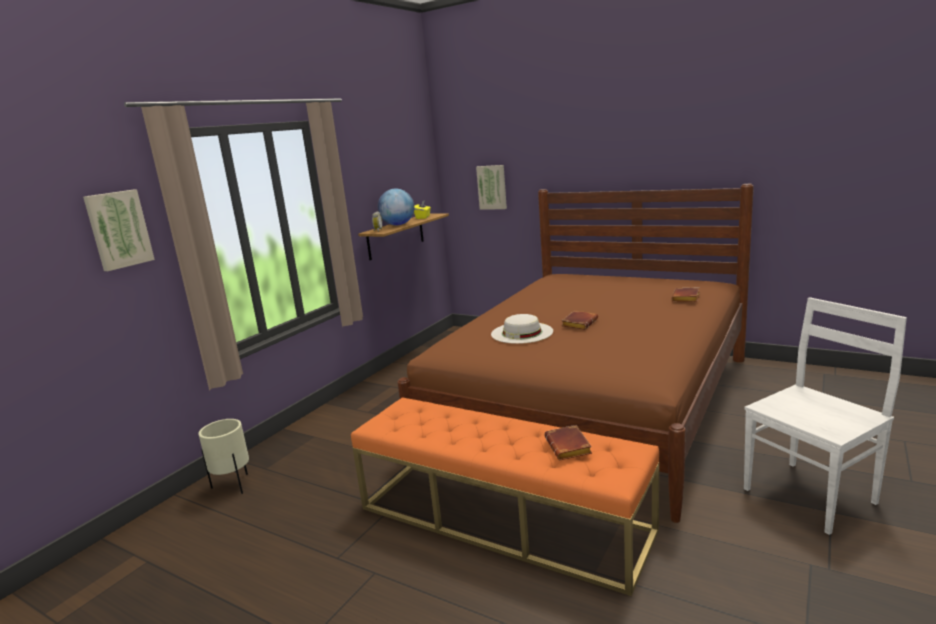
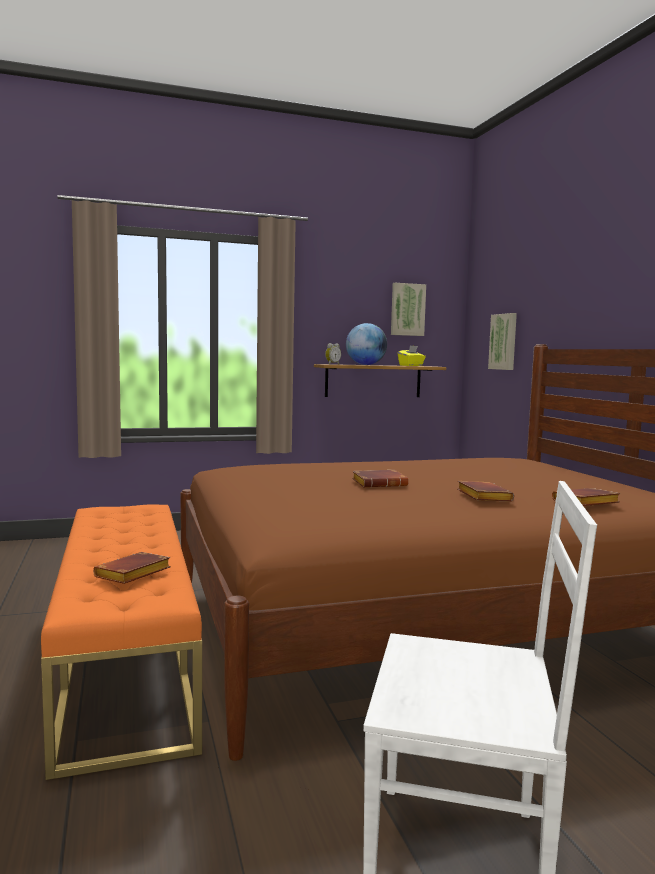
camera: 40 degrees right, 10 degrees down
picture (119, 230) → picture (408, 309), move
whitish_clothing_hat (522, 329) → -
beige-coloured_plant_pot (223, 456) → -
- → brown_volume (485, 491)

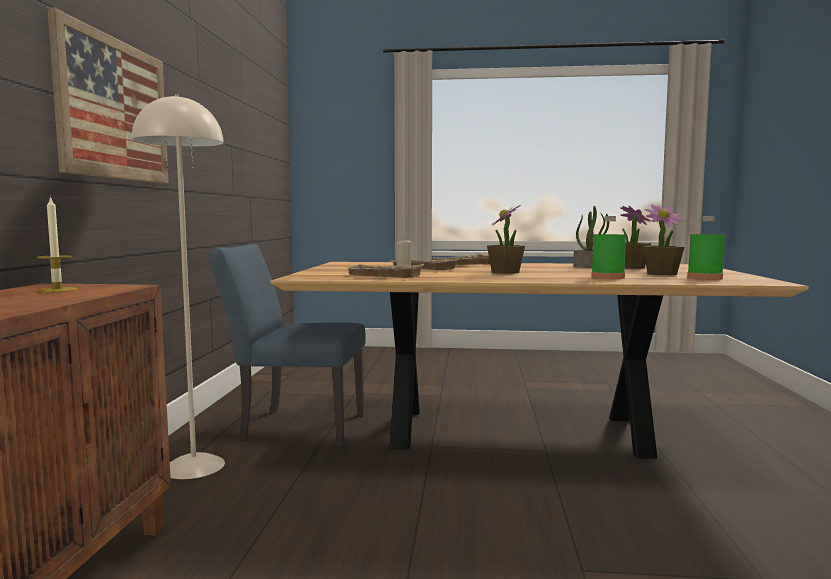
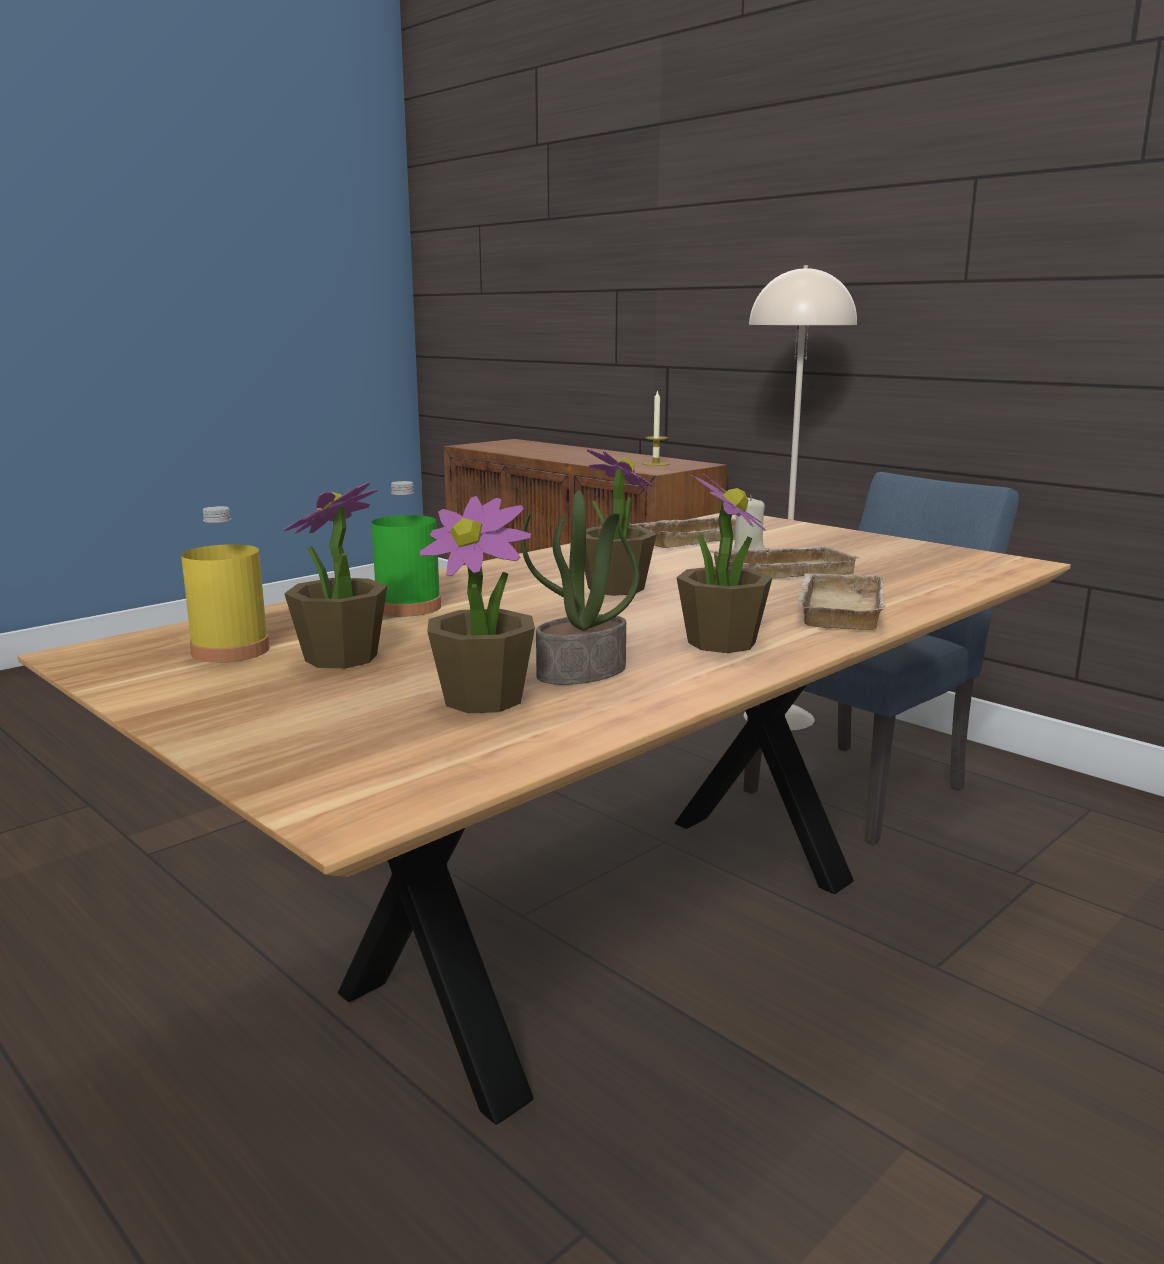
camera: 130 degrees right, 10 degrees up
picture (108, 95) → -
green_beverage_bottle (706, 248) → yellow-coloured_beverage_bottle (225, 584)
- → houseplant (724, 563)

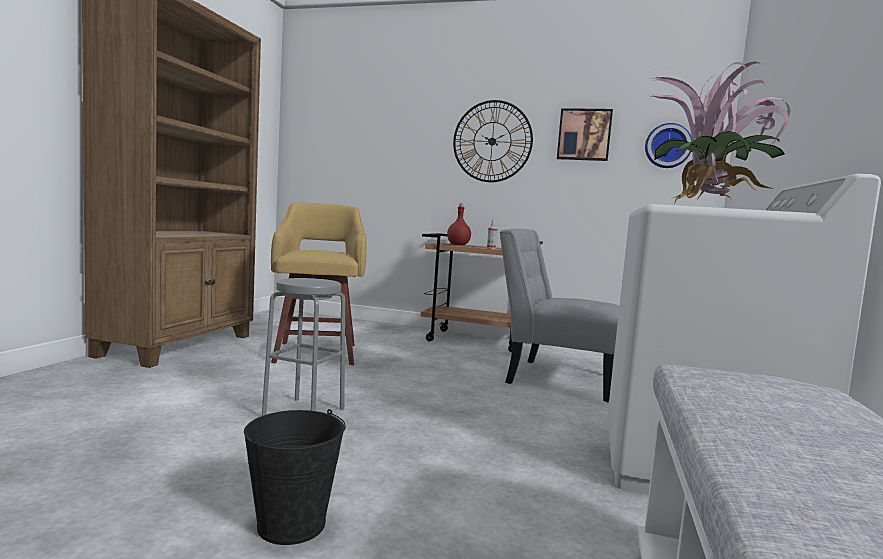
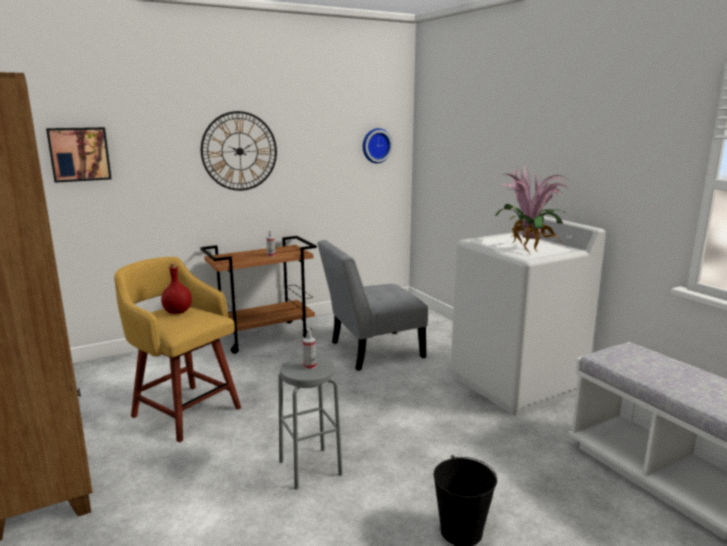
camera: 45 degrees left, 10 degrees up
picture (585, 134) → picture (79, 155), move
reddish_beverage_bottle (459, 224) → reddish_beverage_bottle (176, 288), move
- → sprayer (309, 349)

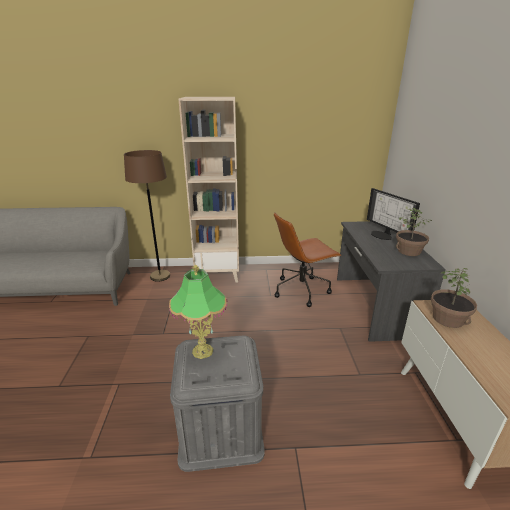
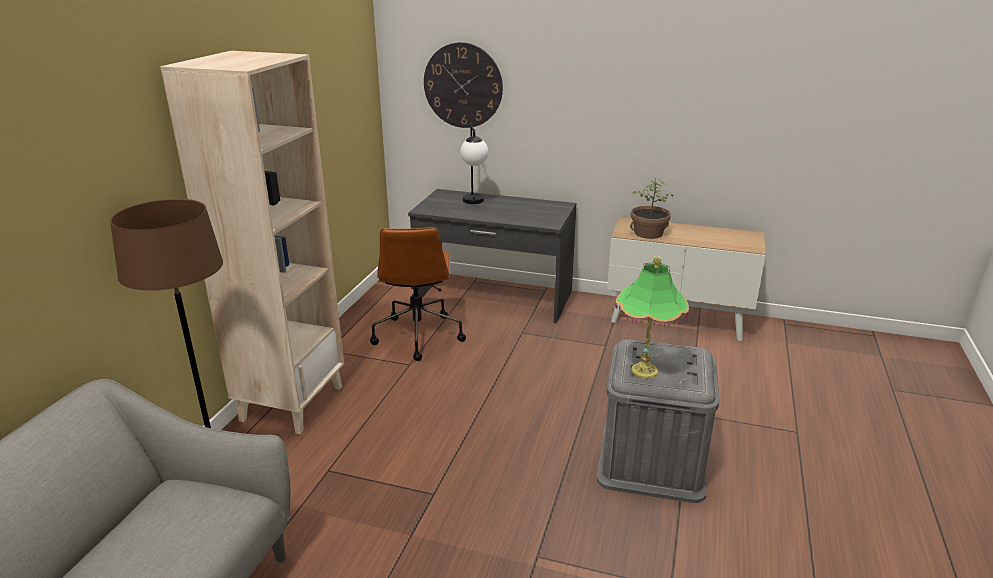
camera: 70 degrees left, 0 degrees up
computer_display (393, 214) → tabletop_lamp (474, 163)
houseplant (414, 232) → -
- → clock_on_the_wall (463, 85)

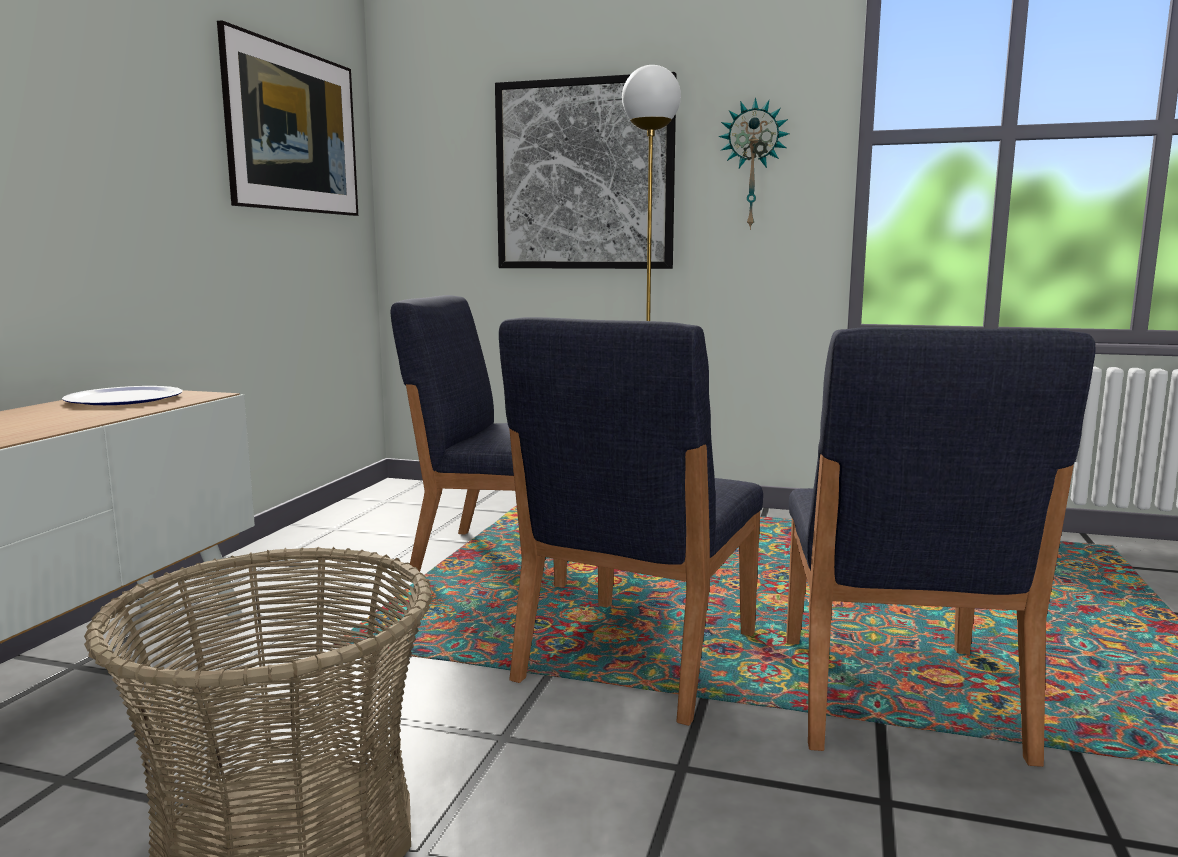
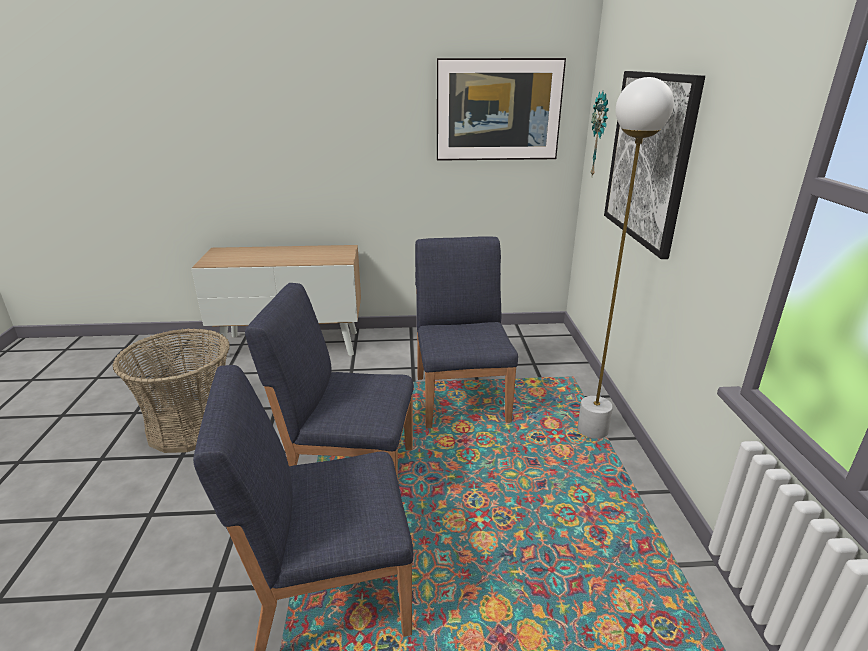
camera: 70 degrees right, 15 degrees up
clock_on_the_wall (753, 163) → clock_on_the_wall (599, 133), move
flat_dish (122, 395) → -

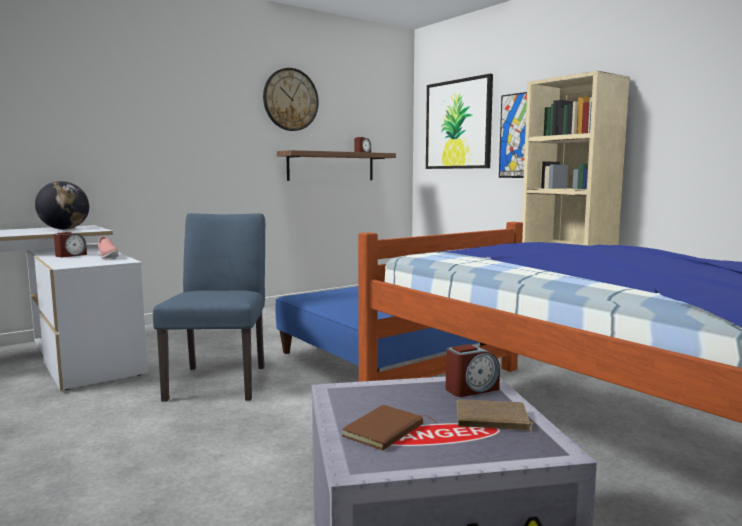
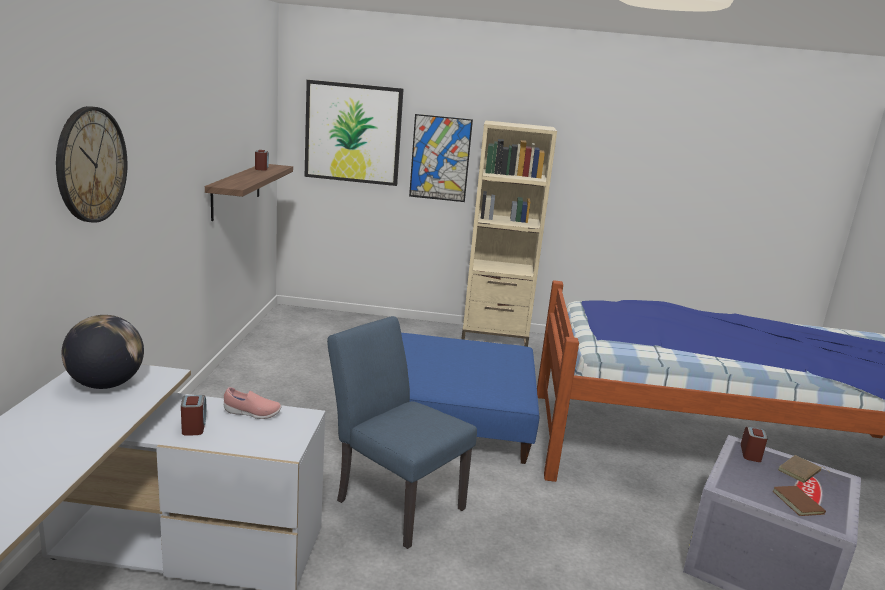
camera: 50 degrees left, 10 degrees up
clock_on_the_wall (291, 99) → clock_on_the_wall (91, 164), move

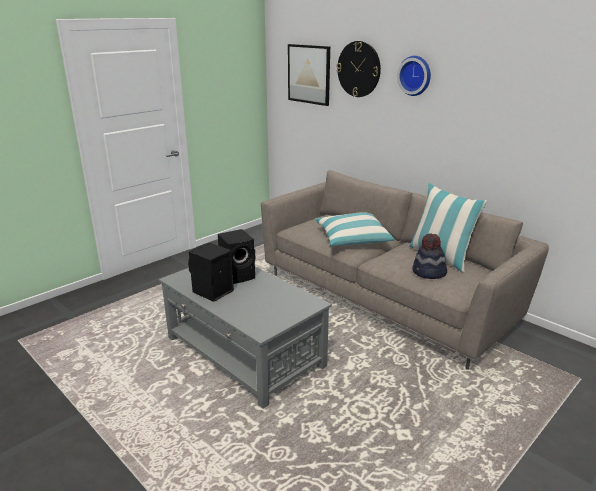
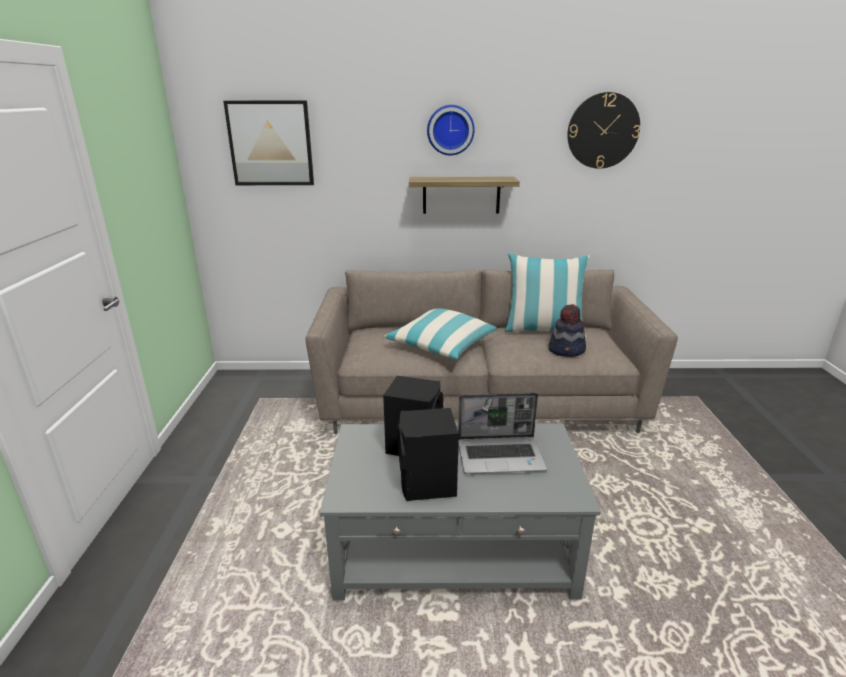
camera: 45 degrees left, 0 degrees up
clock_on_the_wall (359, 69) → clock_on_the_wall (603, 130), move
- → shelf (464, 195)
- → laptop (502, 433)

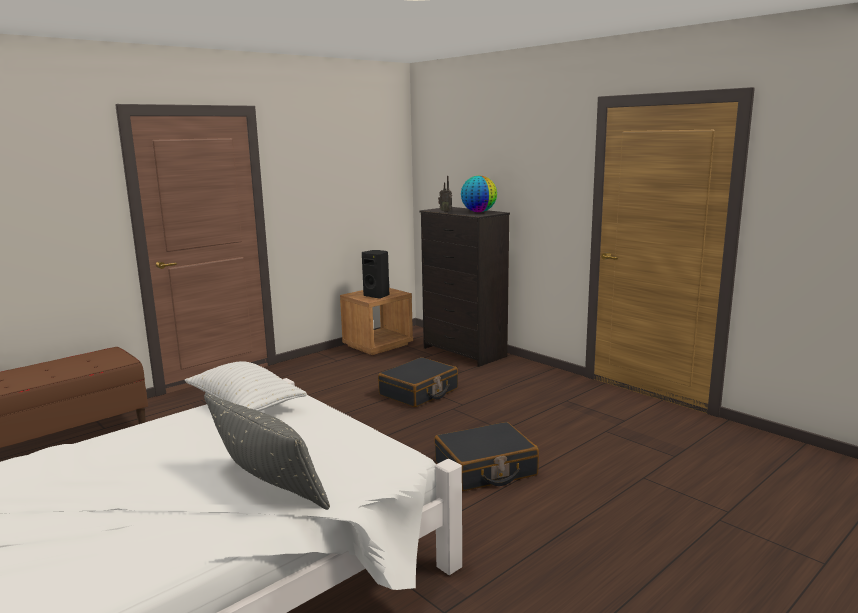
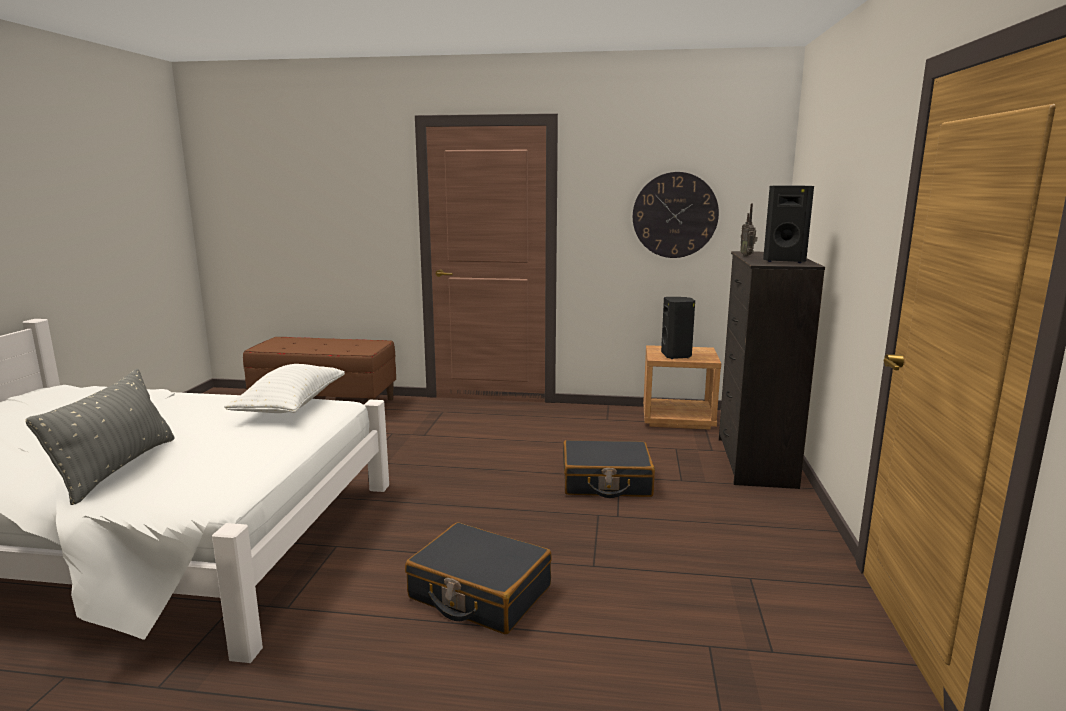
camera: 50 degrees right, 0 degrees up
desk_globe (479, 194) → black_loudspeaker (788, 224)
- → clock_on_the_wall (676, 215)

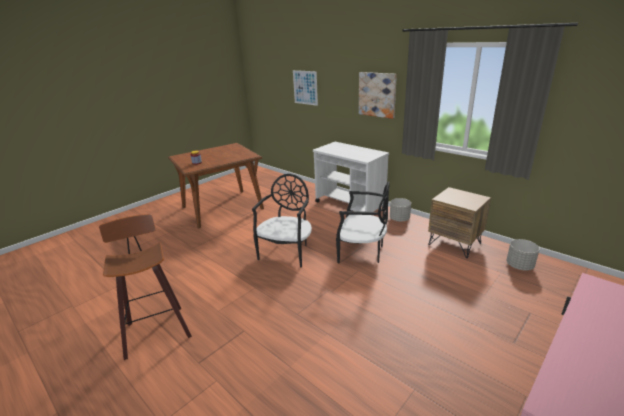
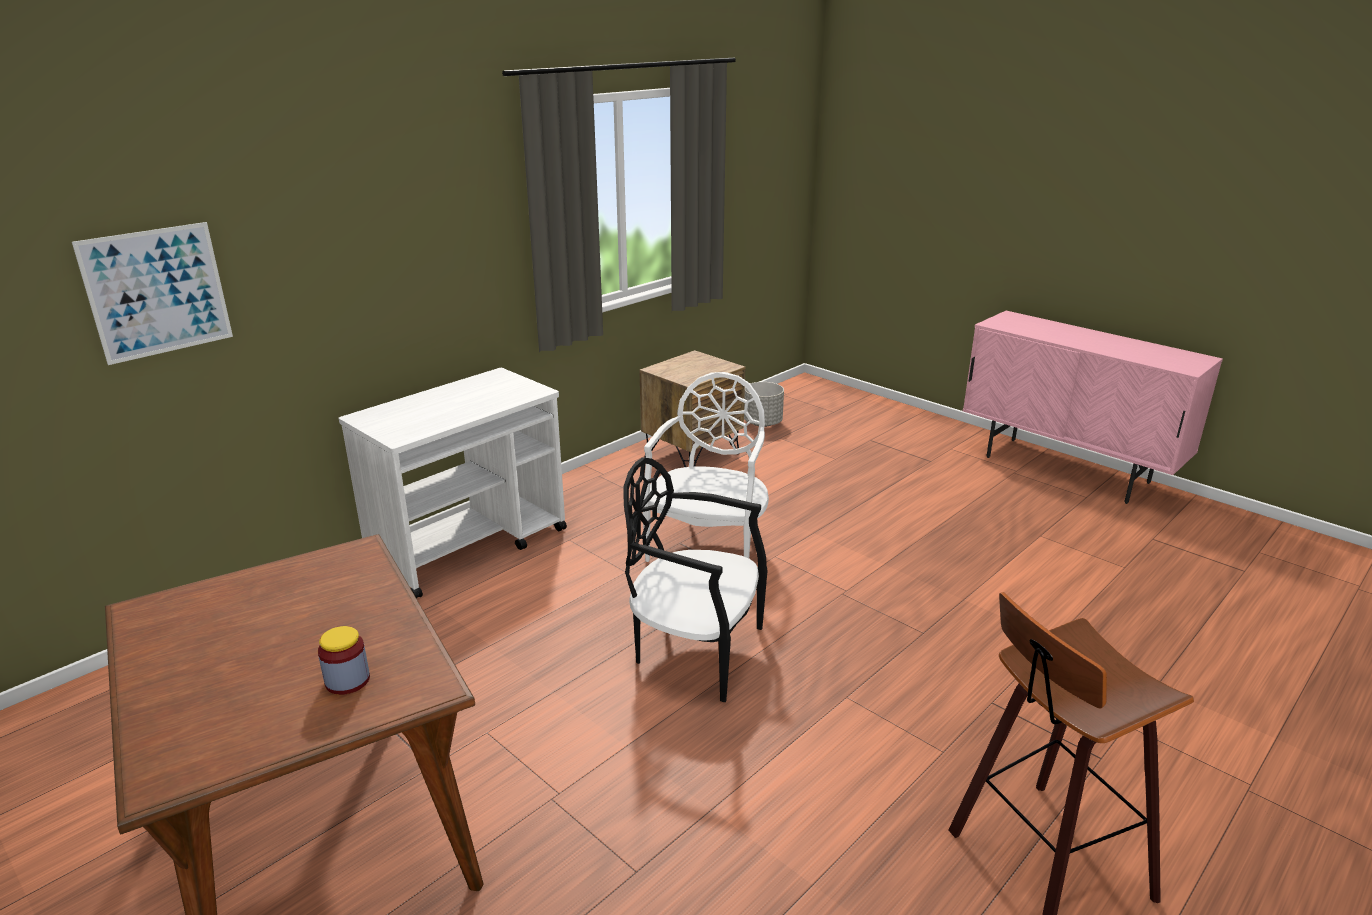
camera: 90 degrees left, 0 degrees up
picture (378, 95) → -
black_upright_chair (363, 222) → whitish_upright_chair (705, 467)
grey_plant_pot (400, 210) → -

